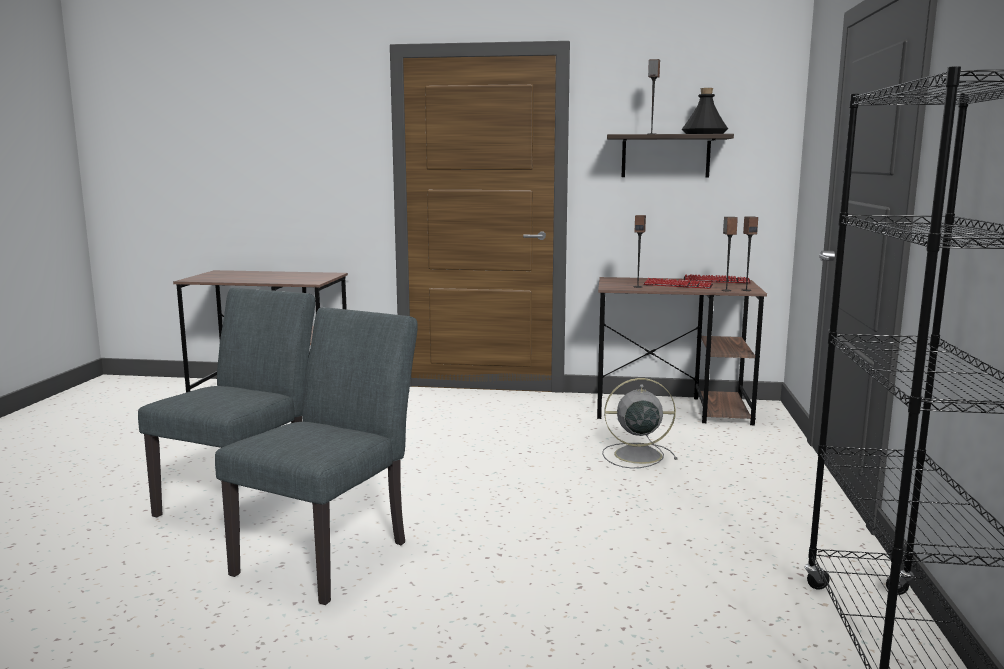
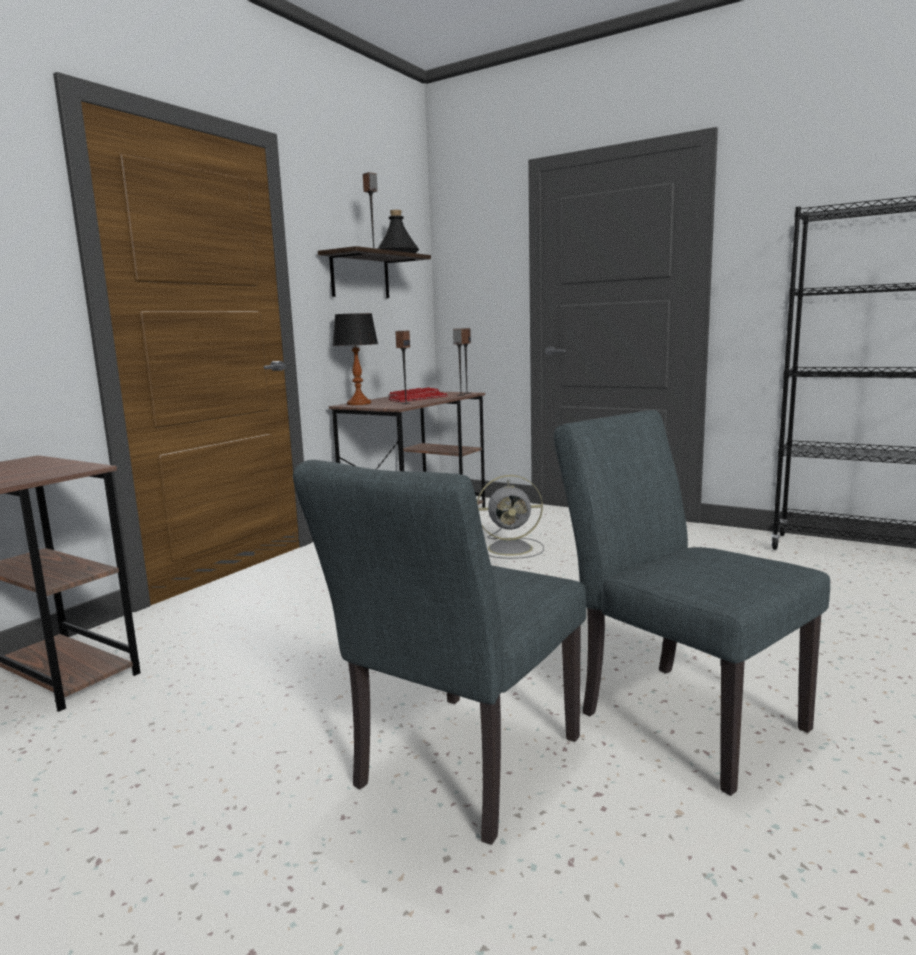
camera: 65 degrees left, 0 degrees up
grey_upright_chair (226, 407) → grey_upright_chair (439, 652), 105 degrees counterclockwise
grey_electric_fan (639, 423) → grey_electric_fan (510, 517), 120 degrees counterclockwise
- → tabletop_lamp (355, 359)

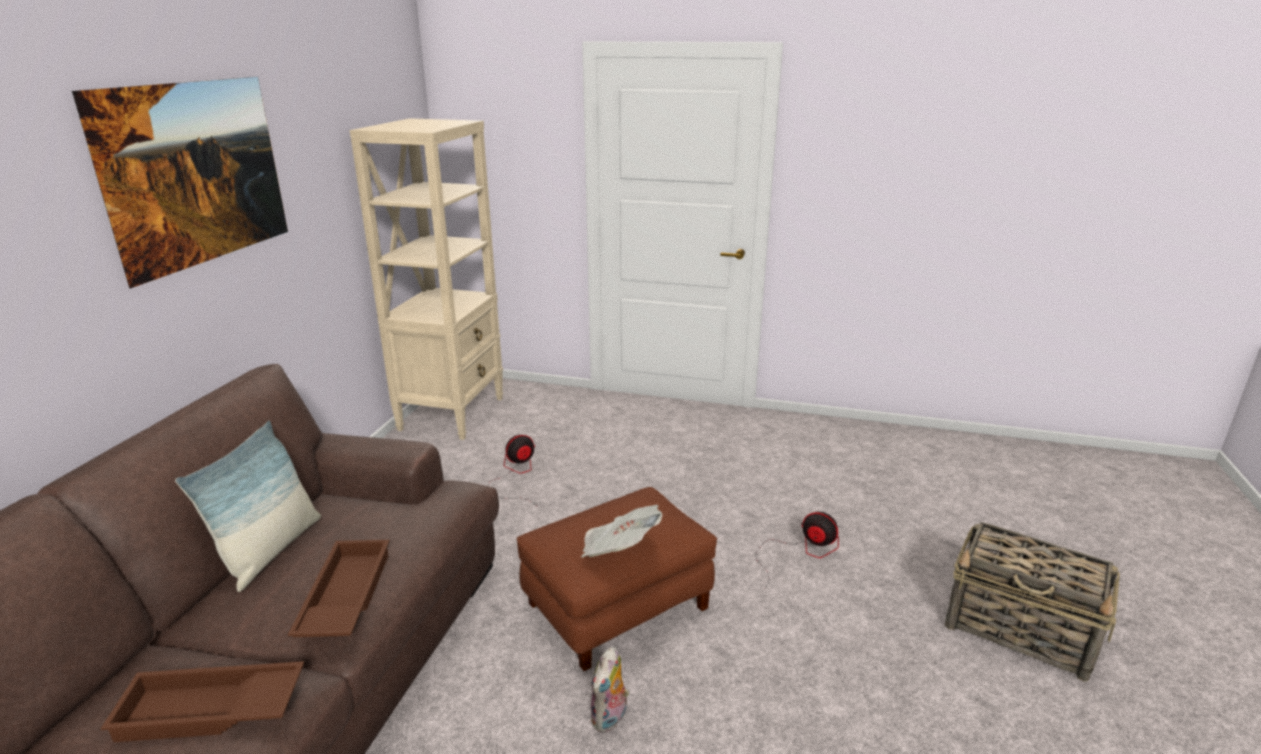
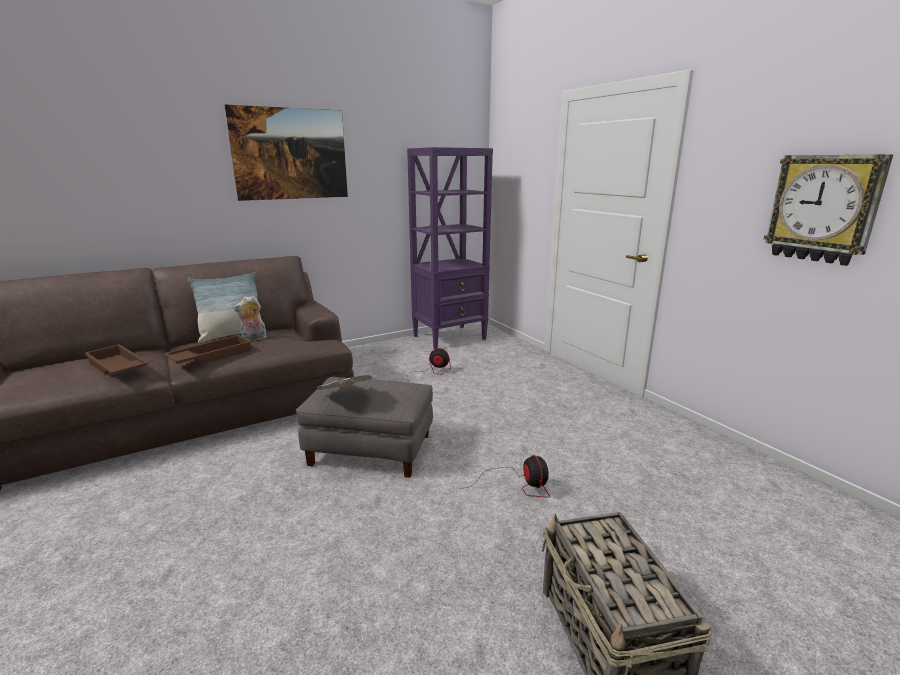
camera: 45 degrees right, 5 degrees down
beige-coloured_shelving_unit (426, 279) → purple_shelving_unit (450, 248)
brown_footrest (616, 579) → grey_footrest (364, 427)
cuddly_toy (609, 690) → cuddly_toy (250, 318), move
- → clock_on_the_wall (828, 210)

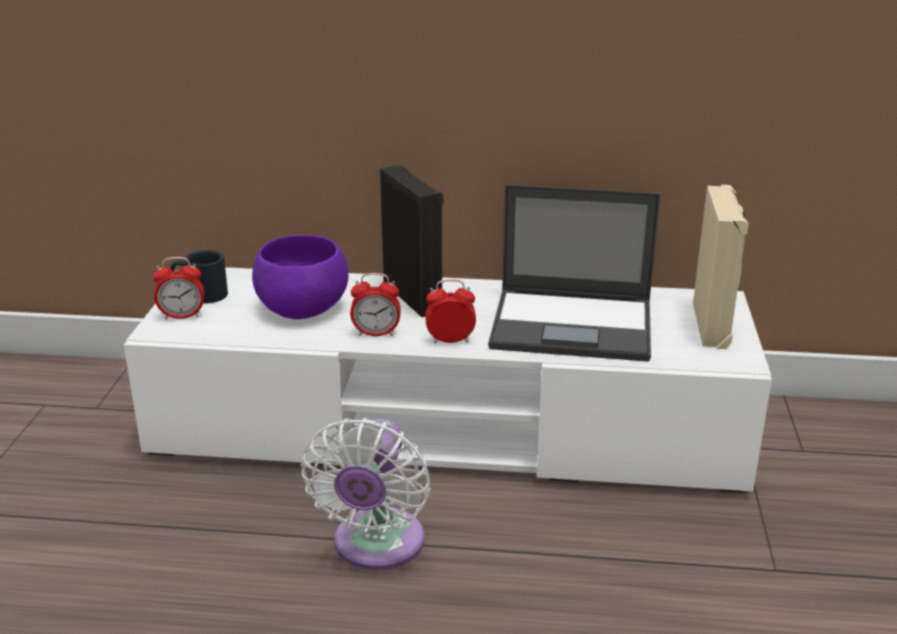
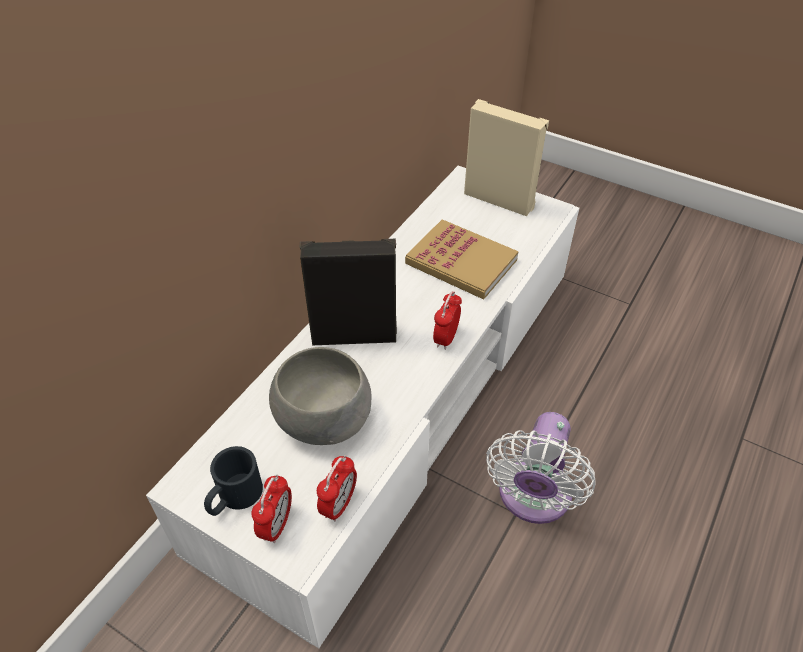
camera: 65 degrees left, 20 degrees up
laptop (574, 273) → volume (462, 259)
purple_serving_bowl (300, 277) → grey_serving_bowl (320, 396)
table_clock (375, 304) → table_clock (337, 488), move
whitish_electric_fan (365, 494) → whitish_electric_fan (541, 468), 75 degrees clockwise

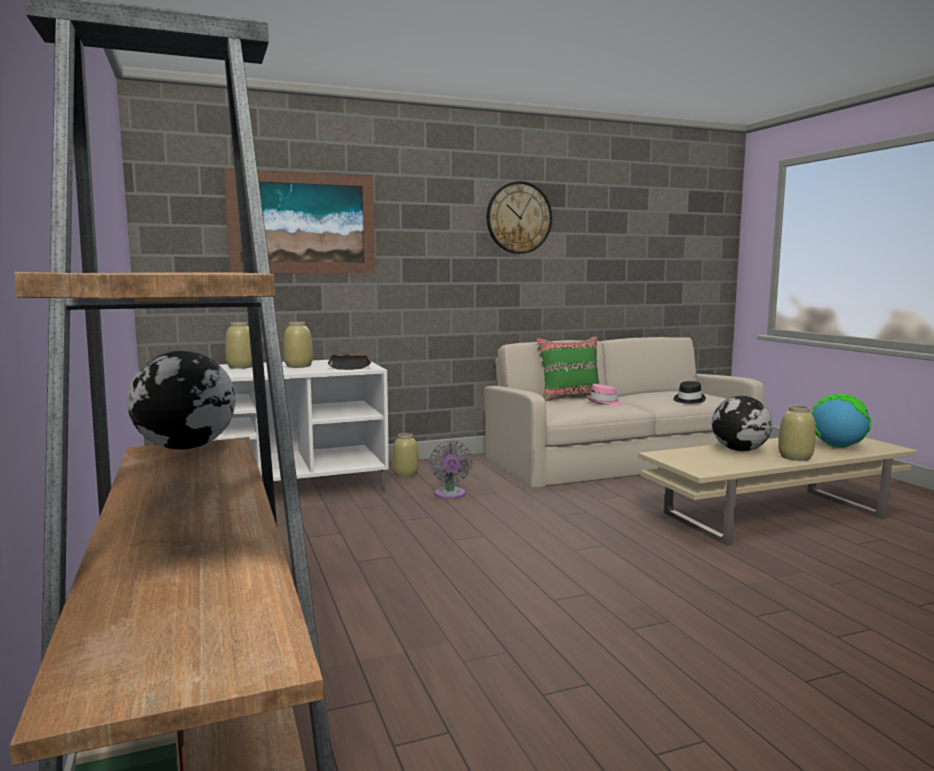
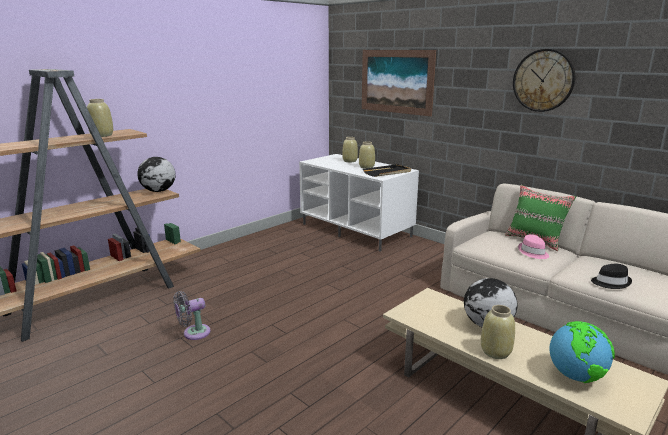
camera: 65 degrees right, 10 degrees up
beige-coloured_flower_vase (406, 455) → beige-coloured_flower_vase (100, 118), move
grey_electric_fan (451, 469) → grey_electric_fan (192, 315), move

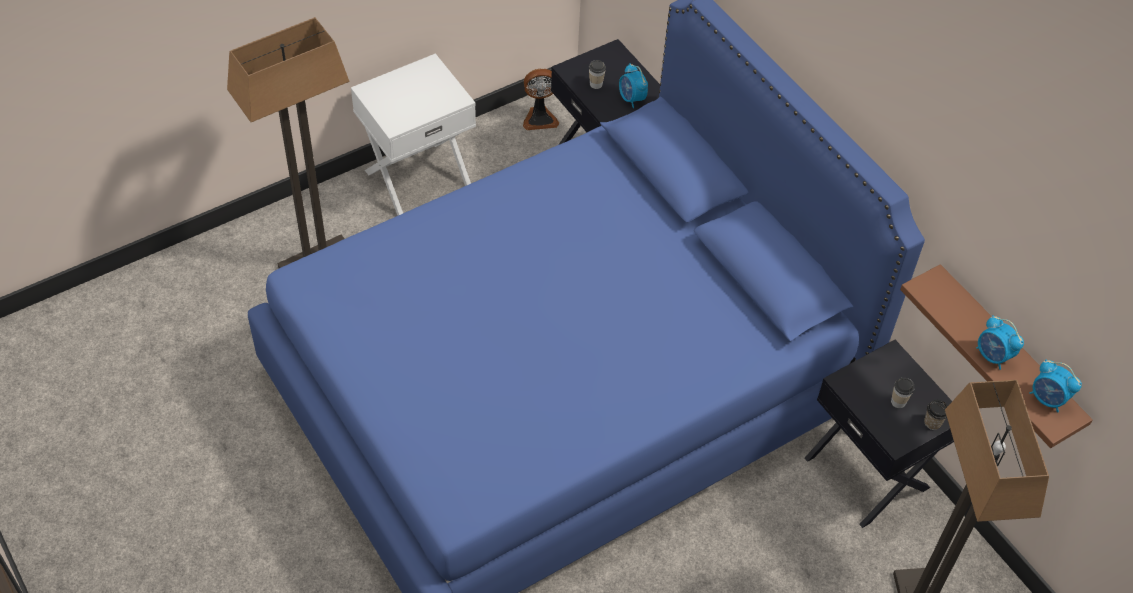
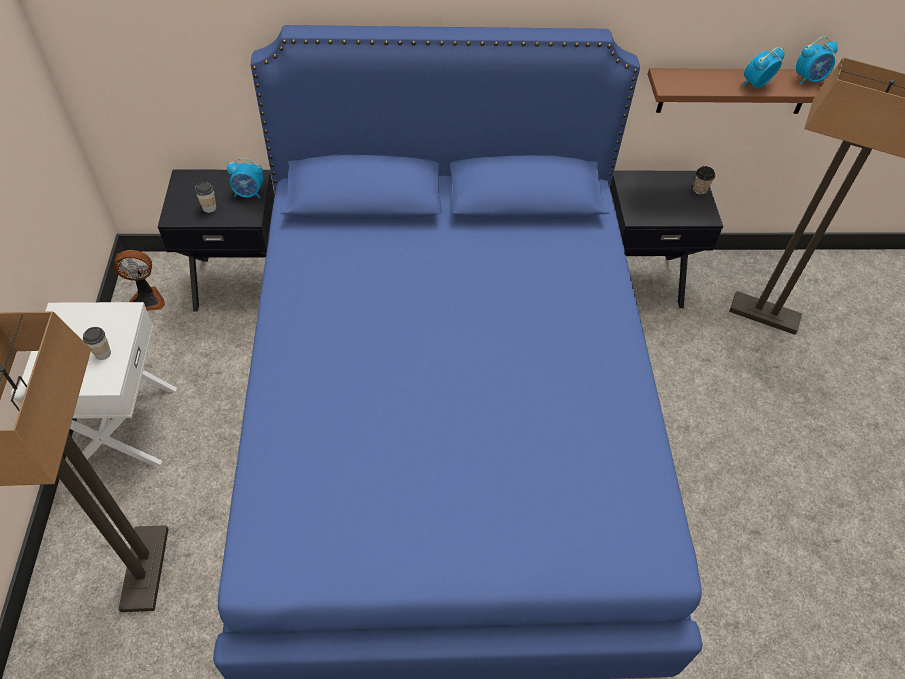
camera: 60 degrees left, 0 degrees up
electric_fan (541, 99) → electric_fan (139, 280), 60 degrees clockwise
table_clock (1000, 342) → table_clock (763, 68), 150 degrees clockwise
cup (902, 393) → cup (97, 343), move

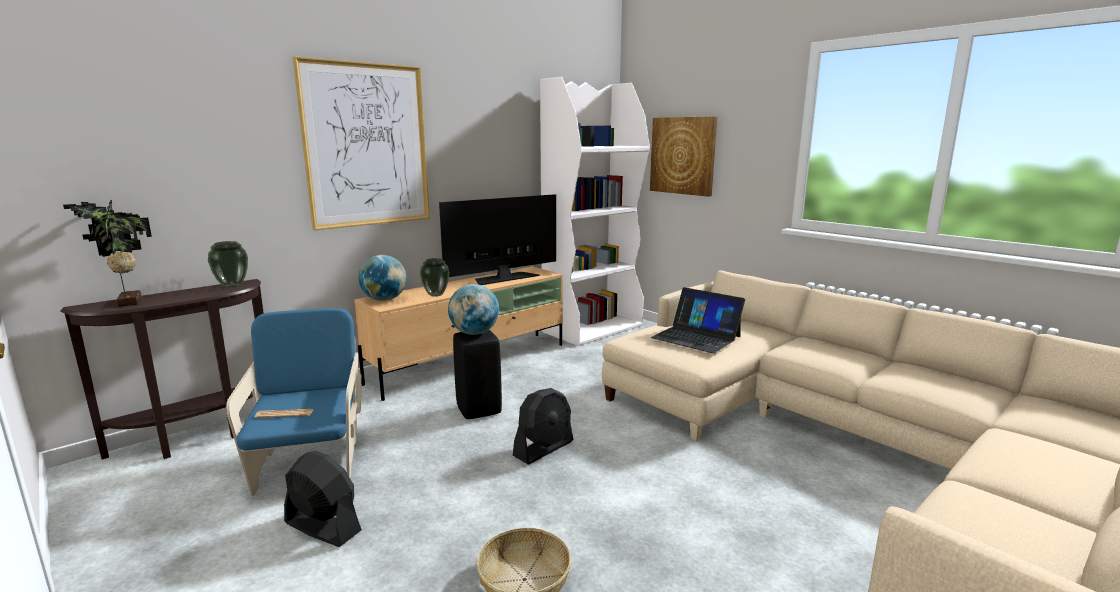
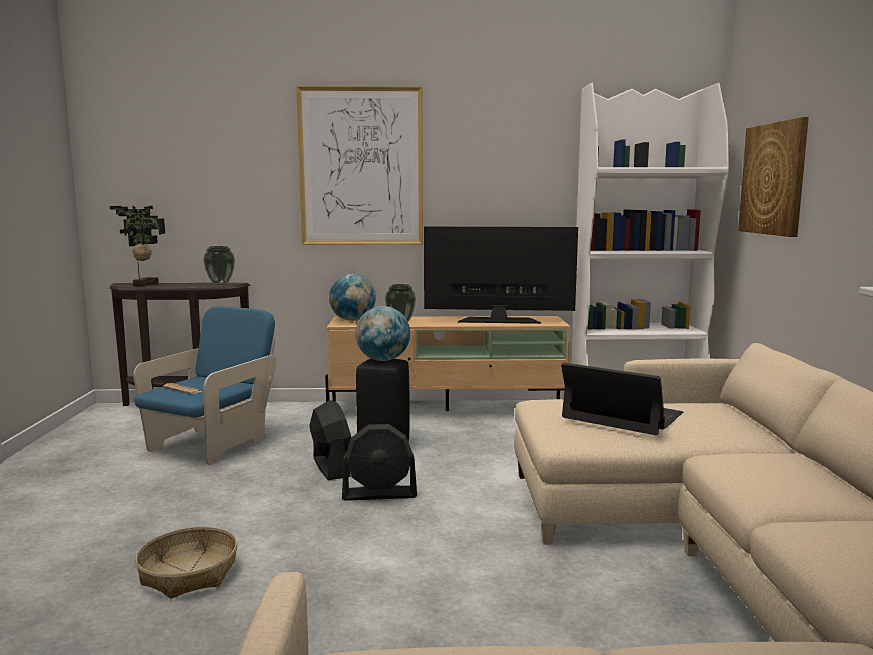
camera: 40 degrees right, 5 degrees down
laptop (698, 320) → laptop (622, 399), 135 degrees clockwise
black_electric_fan (323, 499) → black_electric_fan (330, 440), move

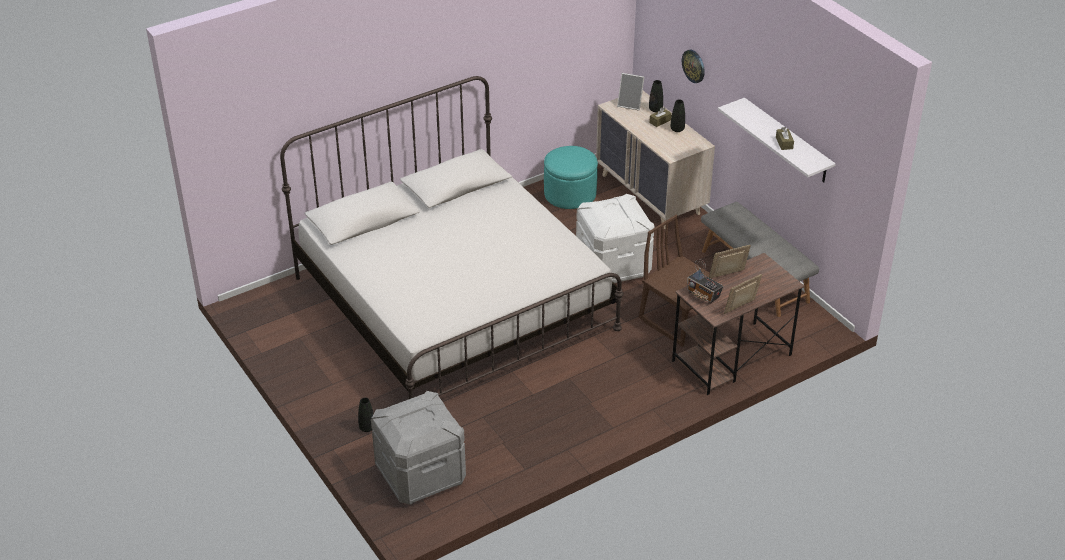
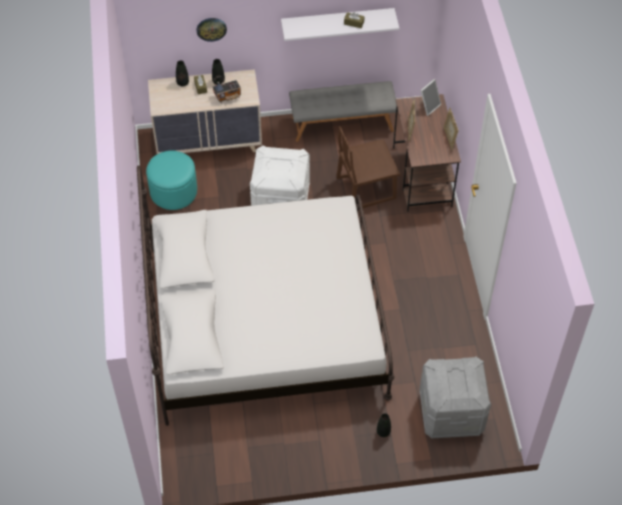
camera: 65 degrees left, 15 degrees up
photo_frame (630, 91) → photo_frame (430, 97), move
radio_set (705, 281) → radio_set (227, 89), move

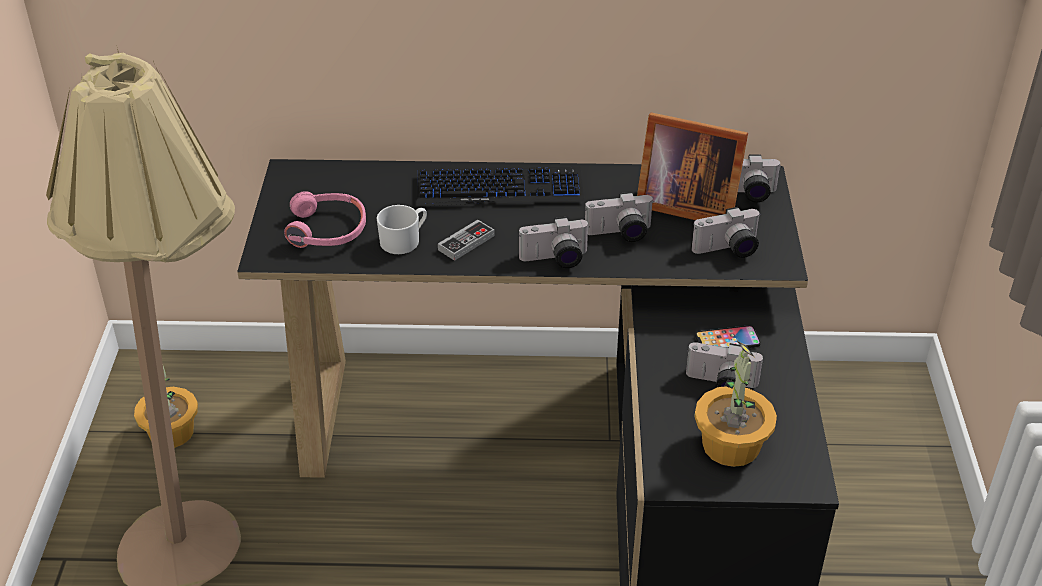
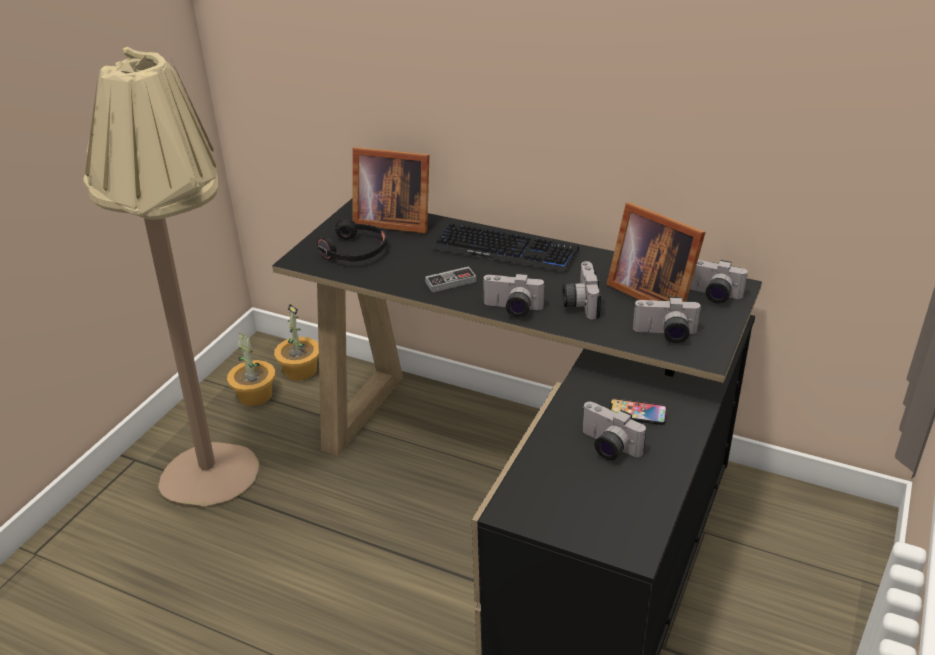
camera: 25 degrees right, 5 degrees down
pink_headset (325, 219) → black_headset (352, 240)
still_camera (619, 217) → still_camera (582, 290), 75 degrees clockwise
whitish_coffee_mug (401, 229) → -
houseplant (735, 404) → houseplant (296, 342), move
- → photo_frame (391, 190)

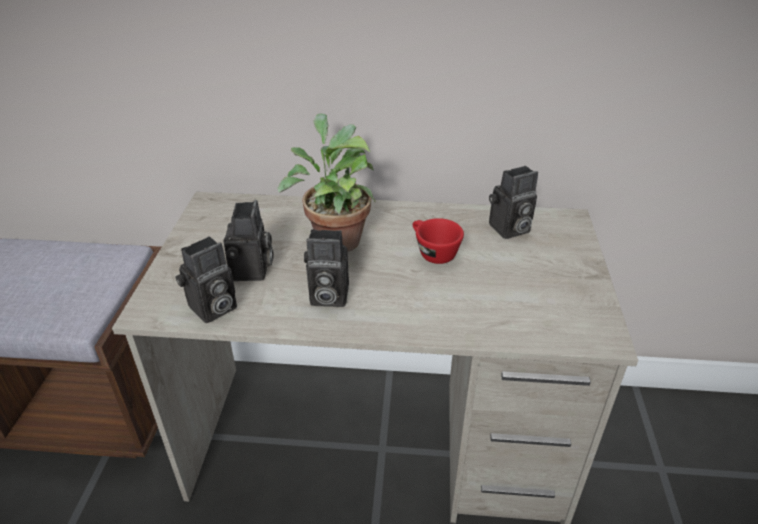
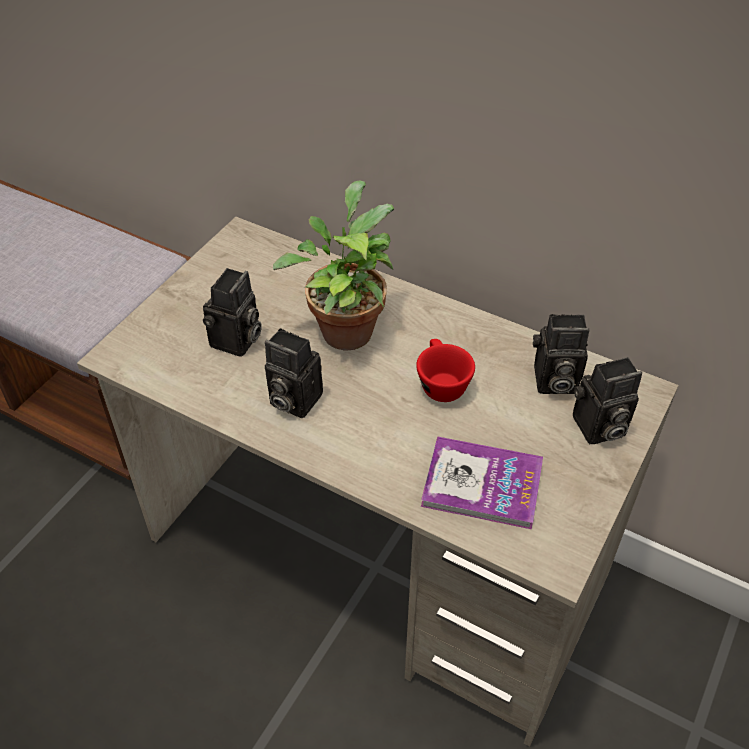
camera: 25 degrees right, 10 degrees up
still_camera (206, 279) → still_camera (607, 400), move
- → volume (482, 482)

